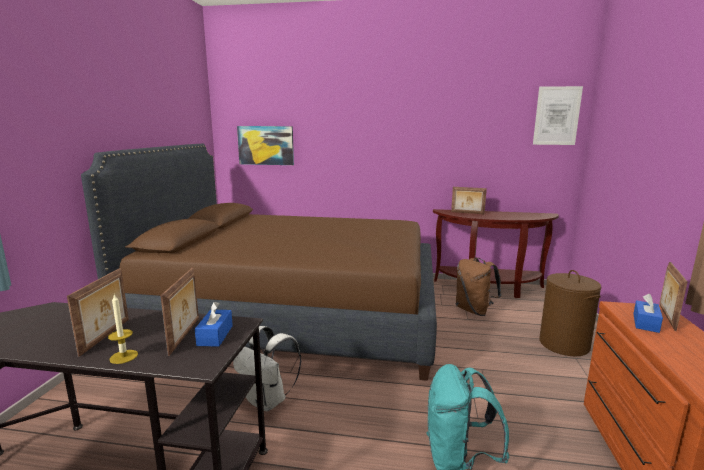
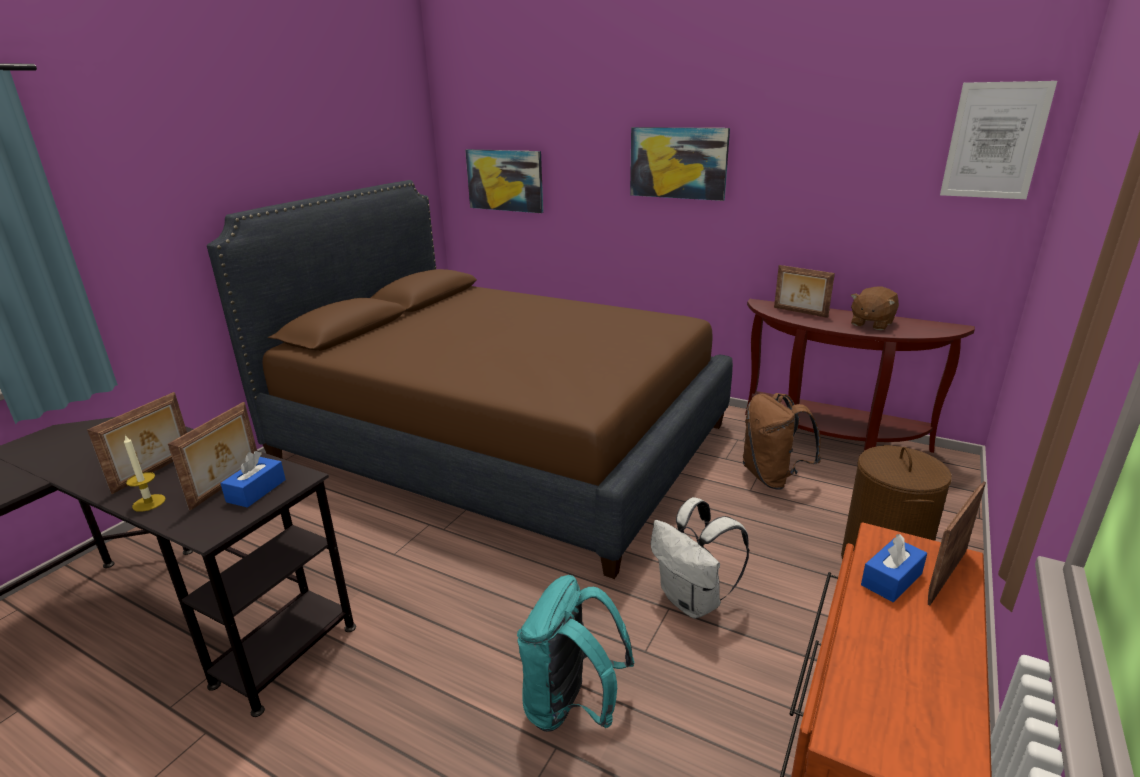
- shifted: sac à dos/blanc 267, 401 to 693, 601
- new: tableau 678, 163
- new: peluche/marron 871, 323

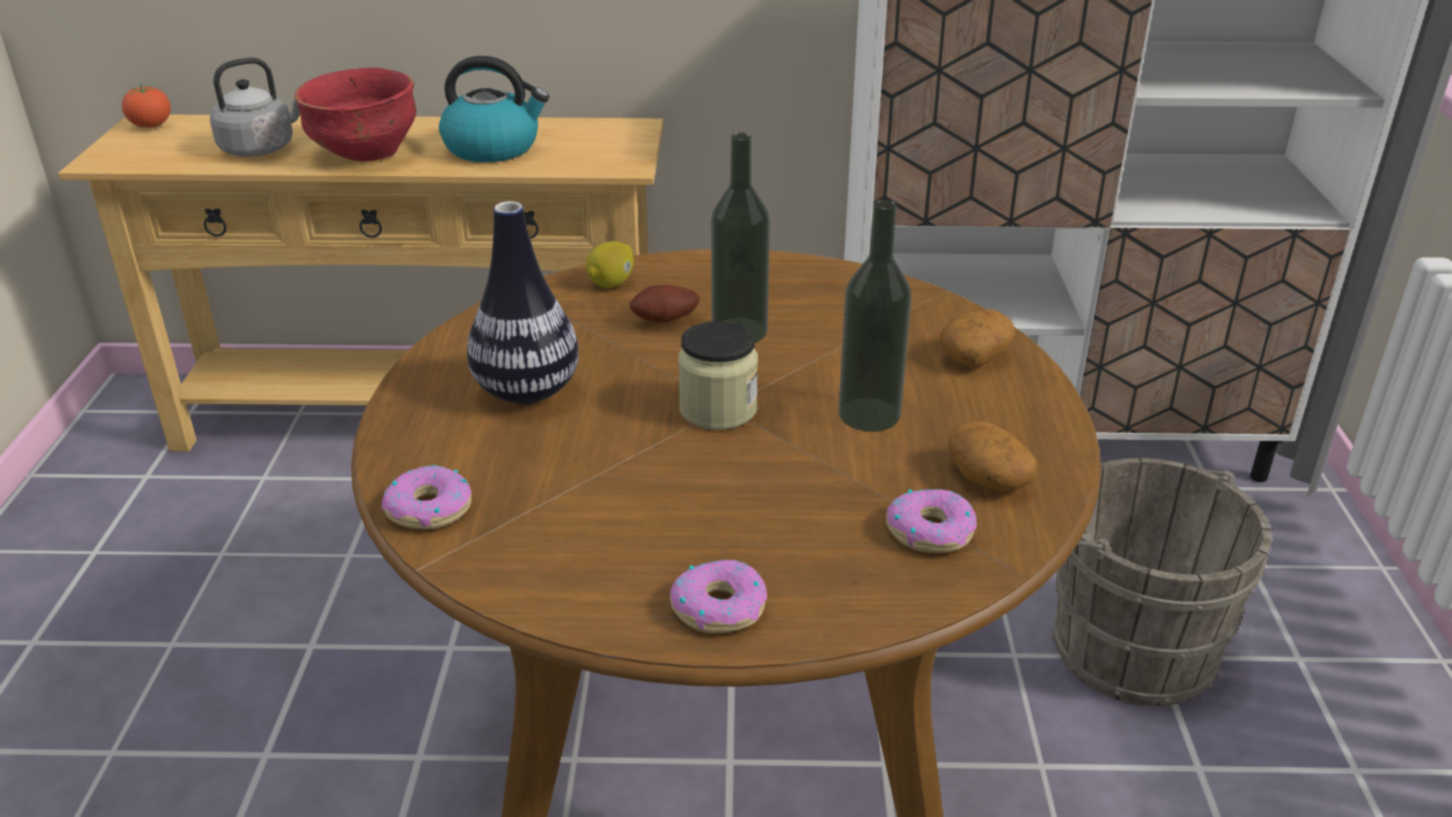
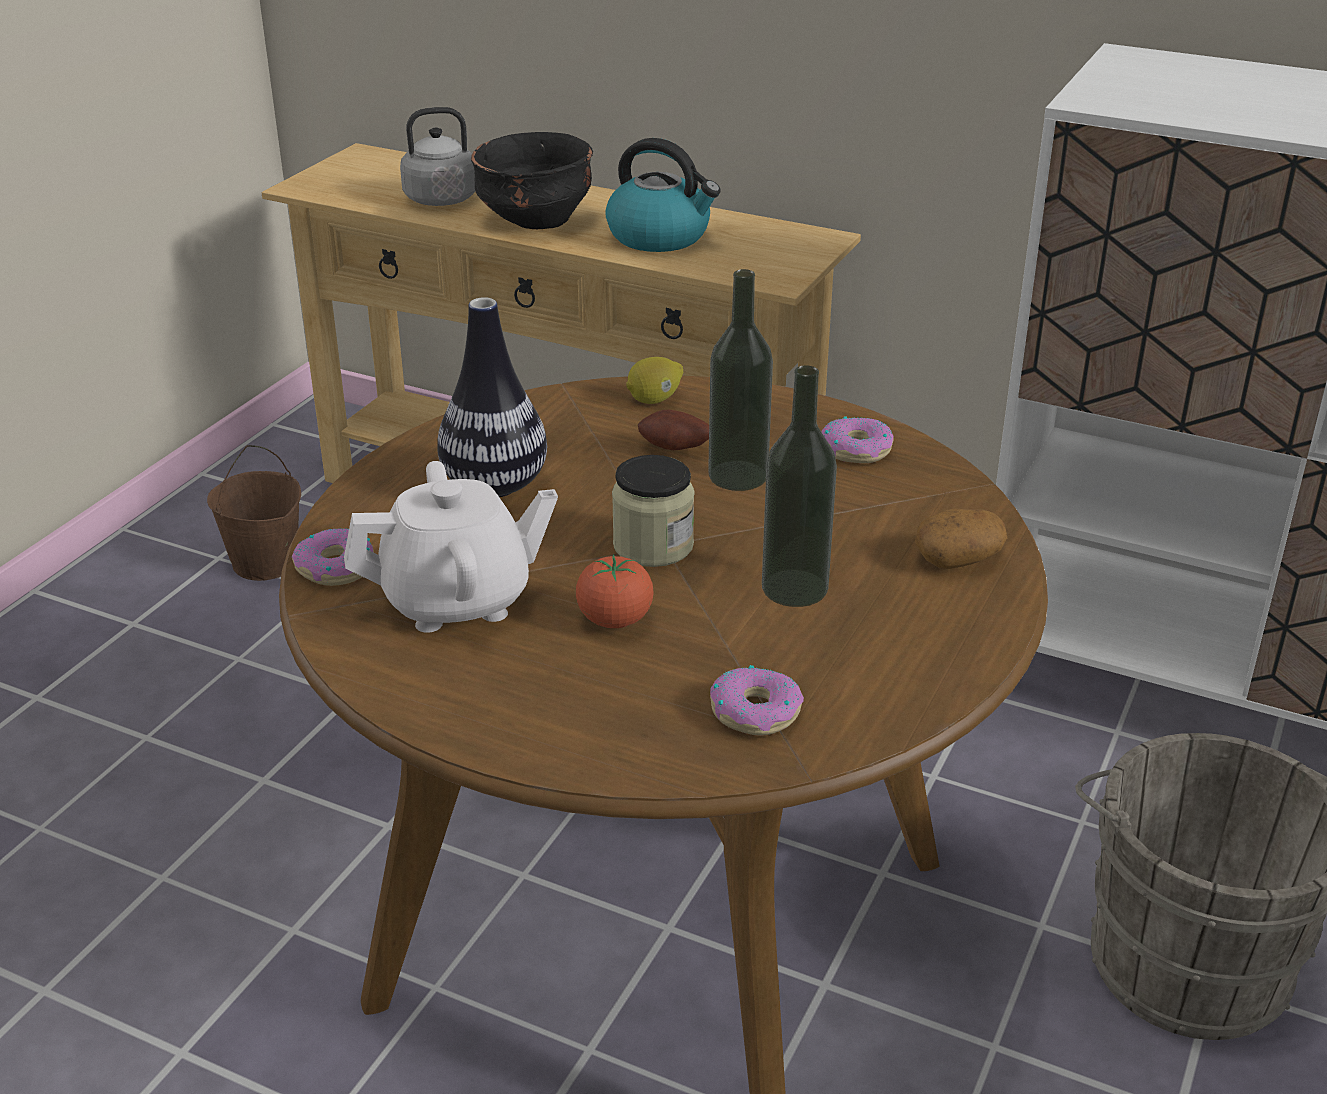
- shifted: tomate 151, 126 to 615, 621
- repainted: bol/rouge 367, 154 to bol/noir 536, 221
- shifted: beignet 719, 607 to 856, 450
- gone: pomme de terre 987, 477
- new: seau/marron 266, 563
- new: théière/blanc 458, 600

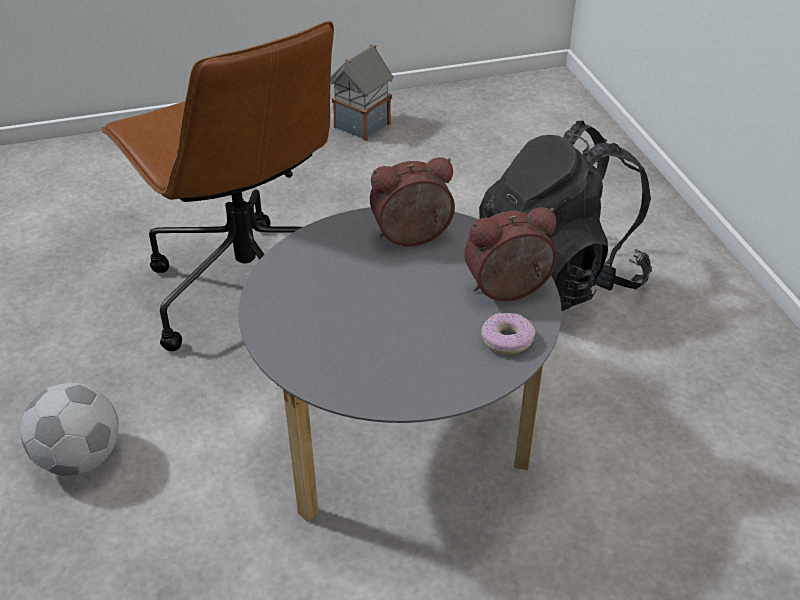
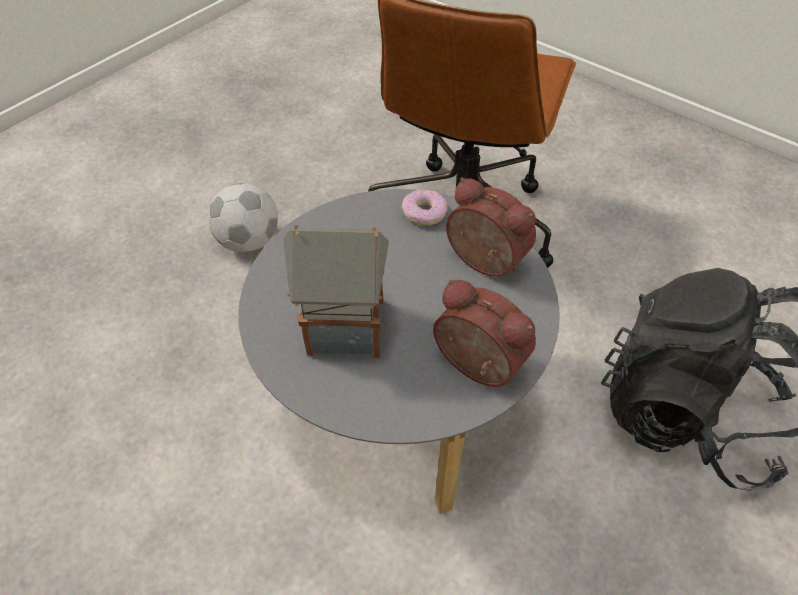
- shifted: maison miniature 361, 126 to 343, 327
- shifted: beignet 506, 339 to 424, 212

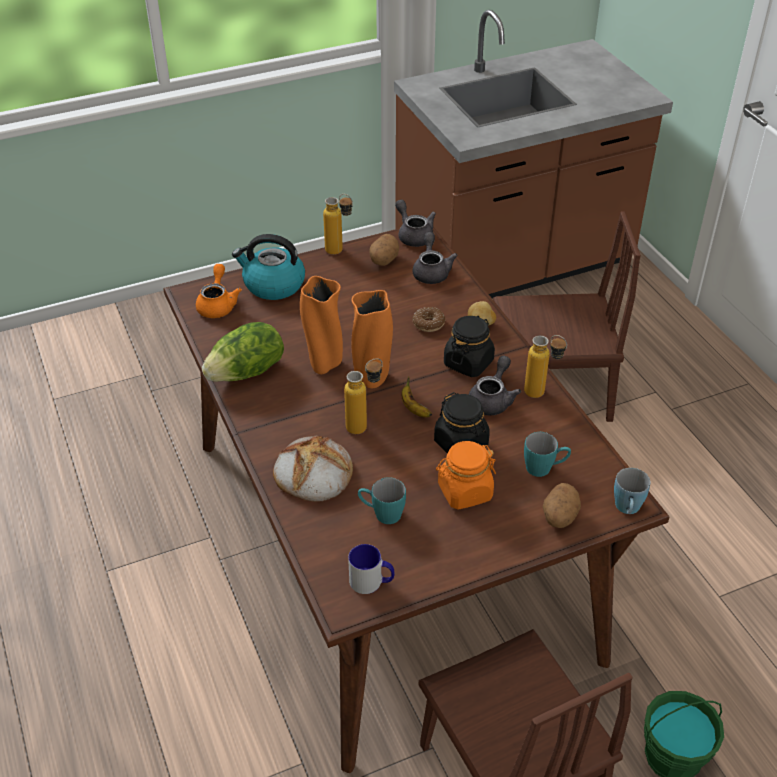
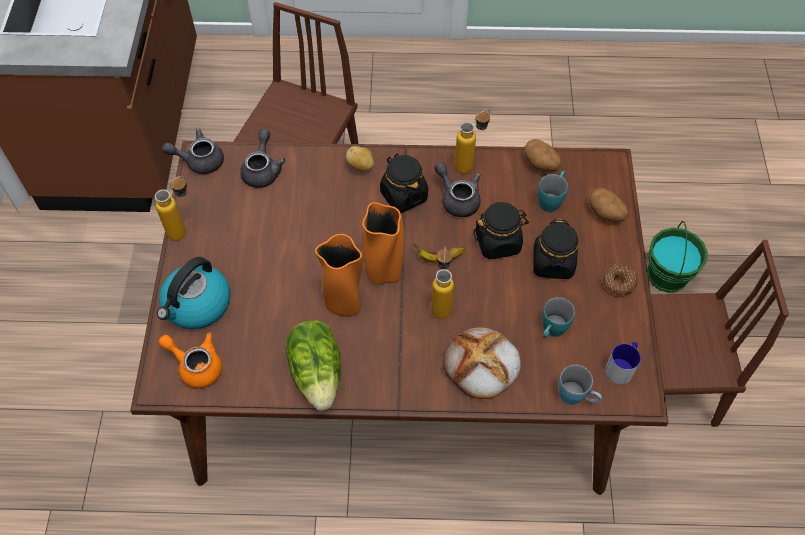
- shifted: pomme de terre 383, 261 to 541, 164
- rotated: théière/gris 431, 271 = 263, 170 75 degrees clockwise
- shifted: beignet 428, 324 to 618, 283
- repainted: bocal/orange 464, 492 to bocal/noir 553, 263
- shifted: mug/bleu 627, 509 to 576, 397

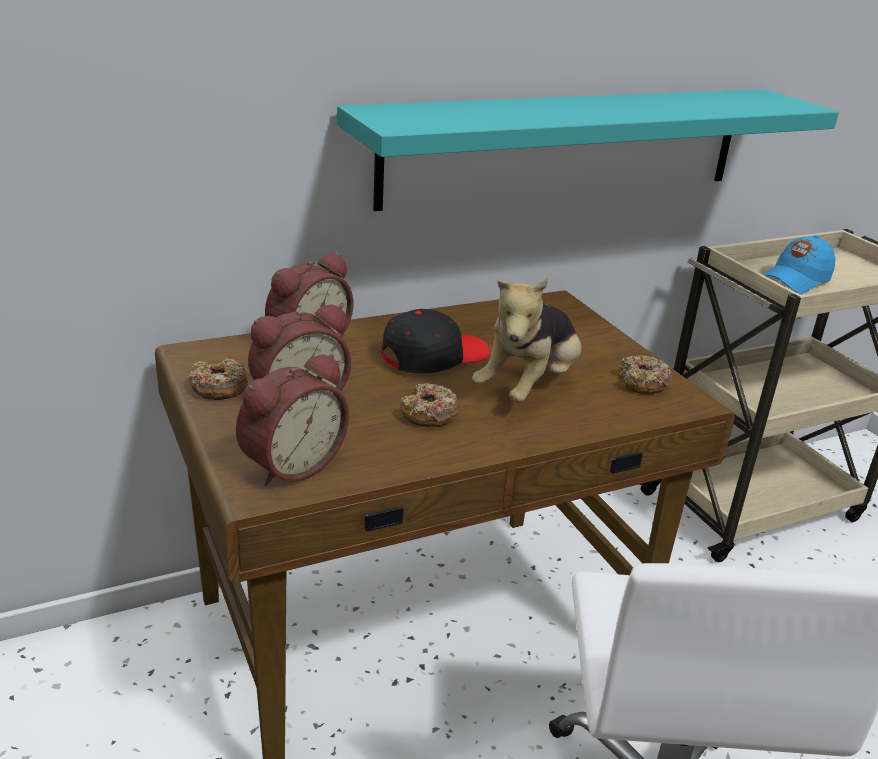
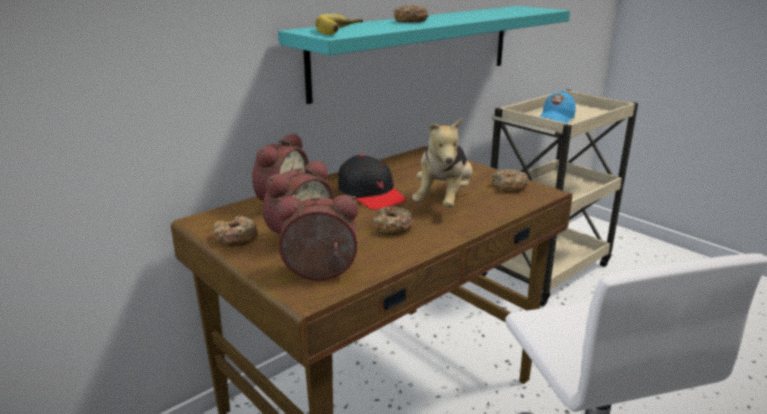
- rotated: réveil 290, 464 = 320, 274 120 degrees counterclockwise
- rotated: casquette/noir 434, 356 = 371, 194 105 degrees clockwise
- new: banane 341, 31
- new: beignet 410, 21

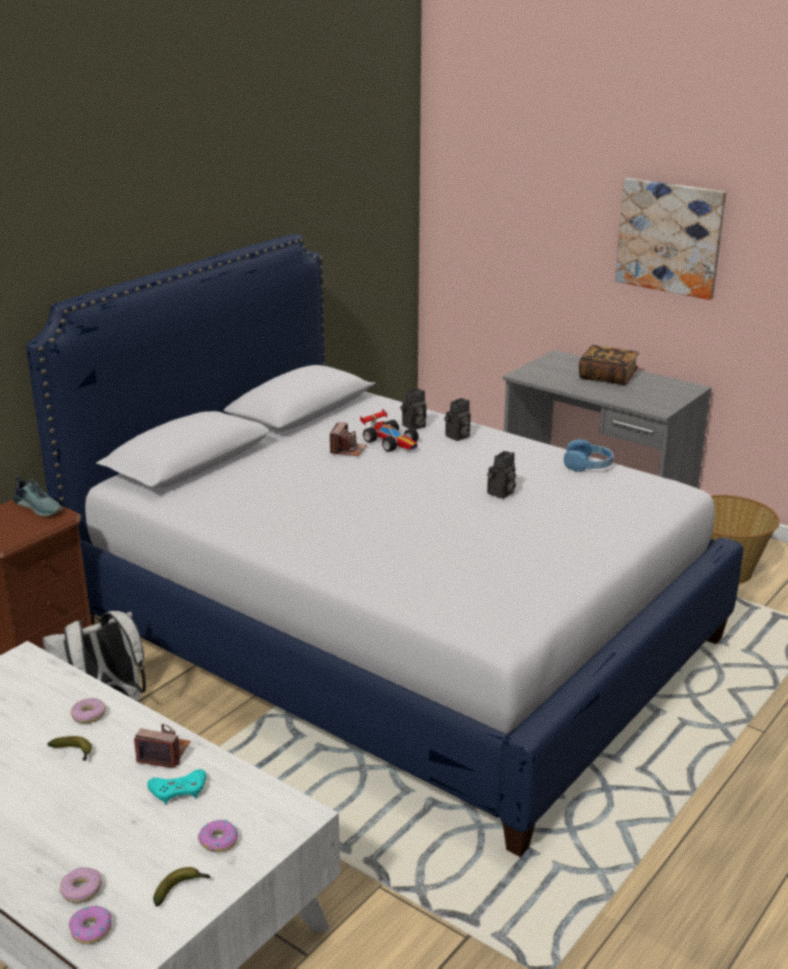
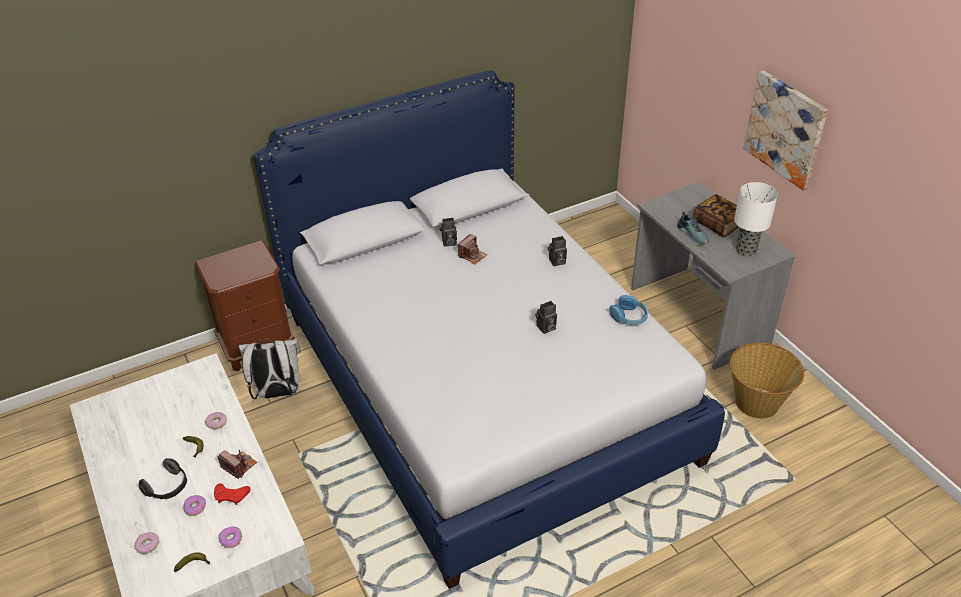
- shifted: chaussure 39, 507 to 693, 234
- shifted: beignet 91, 930 to 195, 507
- repainted: manette/turquoise 178, 790 to manette/rouge 231, 495
- gone: petite voiture 392, 441
- shifted: appareil photo 413, 426 to 448, 242
- new: casque audio 168, 487
- new: lampe de table 745, 250

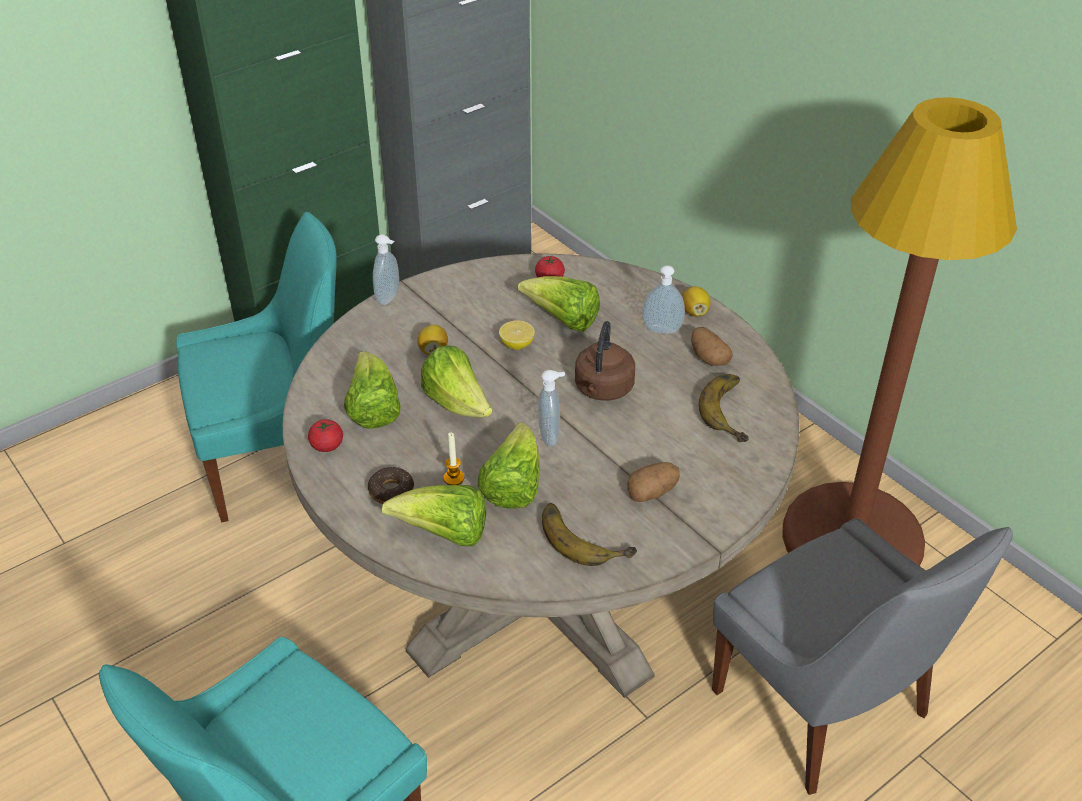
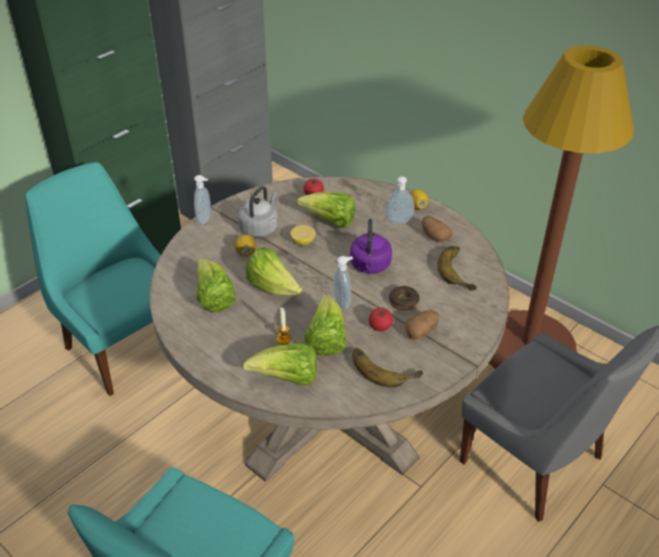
- rotated: chaise/turquoise 280, 461 = 125, 345 105 degrees counterclockwise
- shifted: tomate 327, 446 to 380, 326
- shifted: beignet 391, 491 to 403, 301
- repainted: bouilloire/marron 603, 390 to bouilloire/violet 370, 266
- new: bouilloire/gris 260, 228

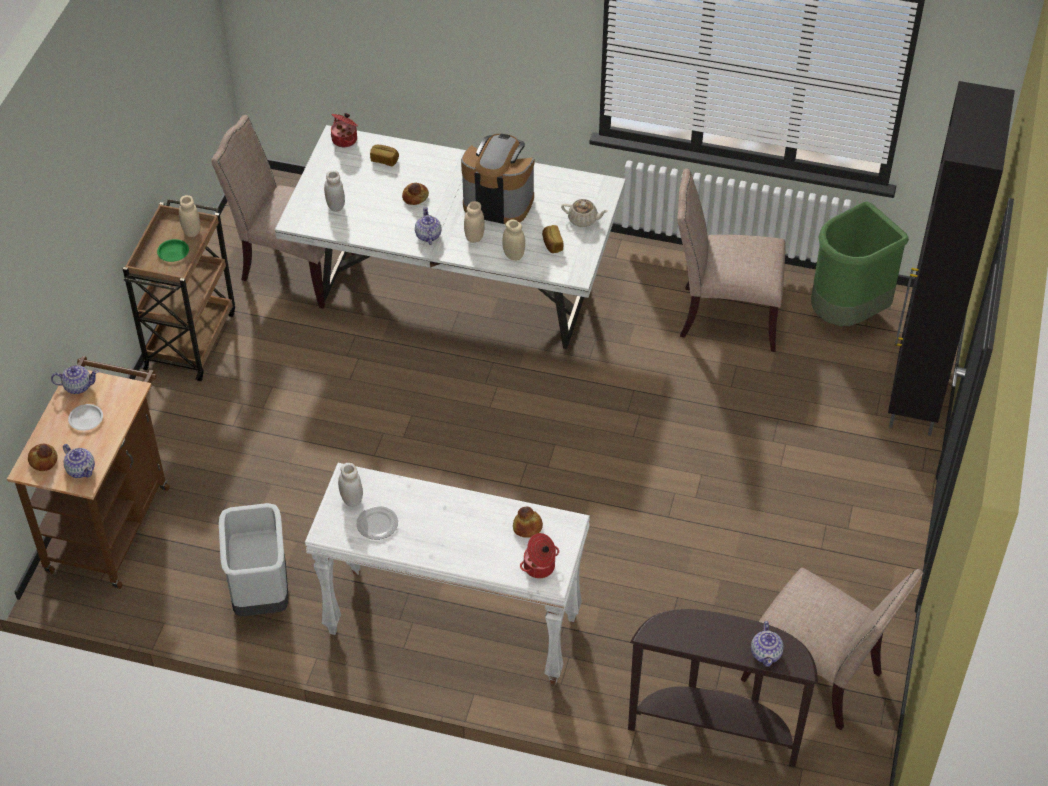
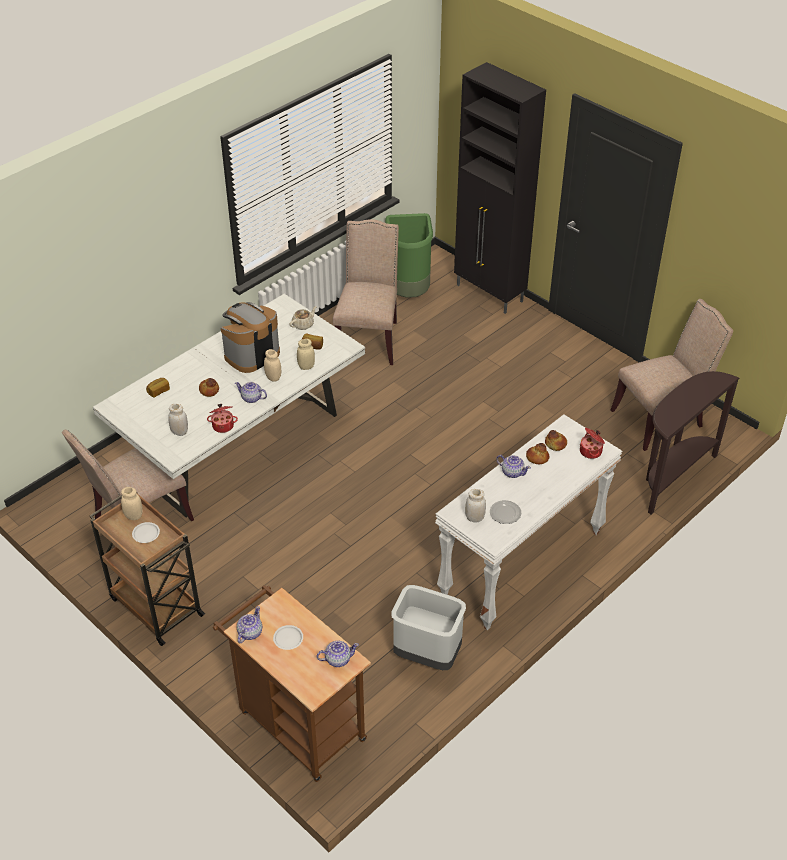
- shifted: pain 44, 460 to 537, 458
- repainted: assiette/vert 173, 252 to assiette/blanc 146, 534
- shifted: marmite 345, 139 to 223, 425
- rotated: chaise/beige 724, 316 = 368, 338 150 degrees clockwise
- shifted: théière 766, 653 to 512, 472

